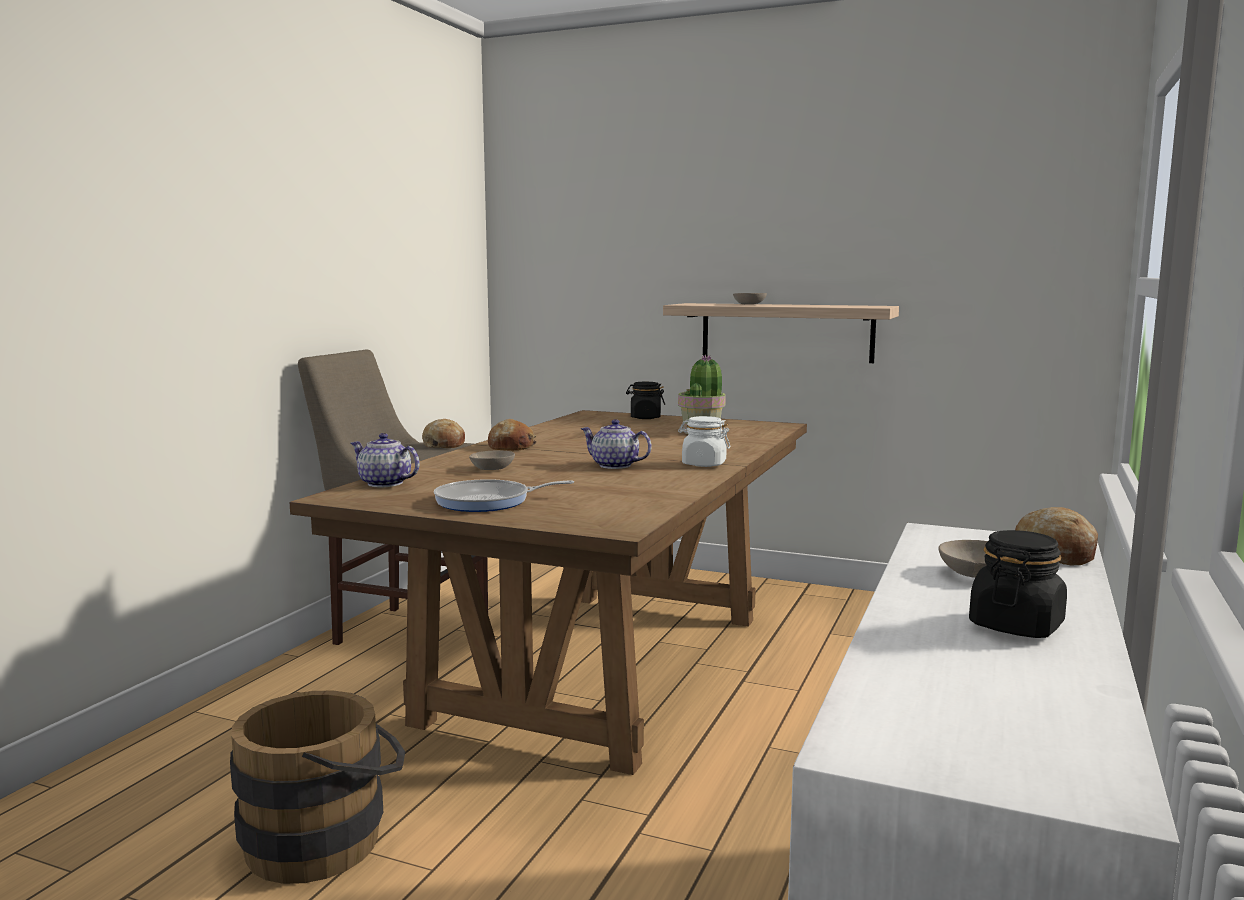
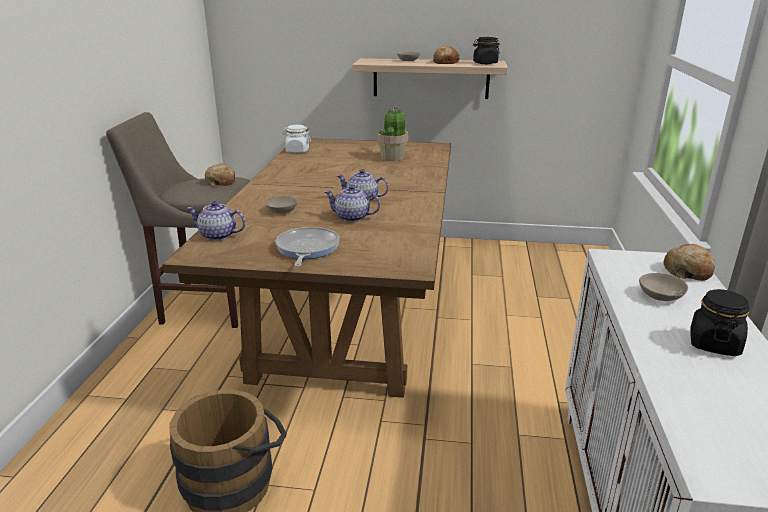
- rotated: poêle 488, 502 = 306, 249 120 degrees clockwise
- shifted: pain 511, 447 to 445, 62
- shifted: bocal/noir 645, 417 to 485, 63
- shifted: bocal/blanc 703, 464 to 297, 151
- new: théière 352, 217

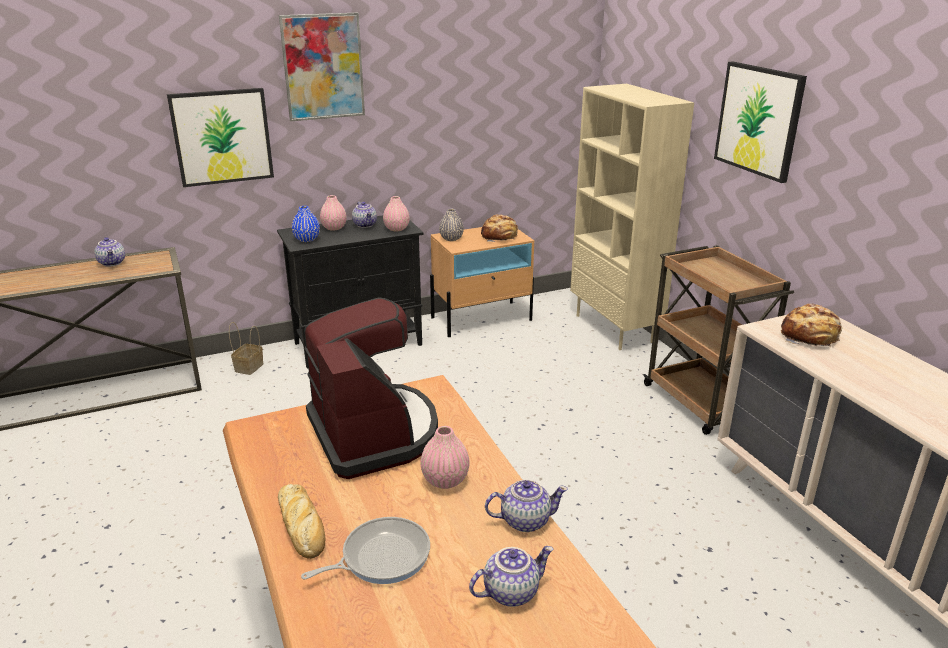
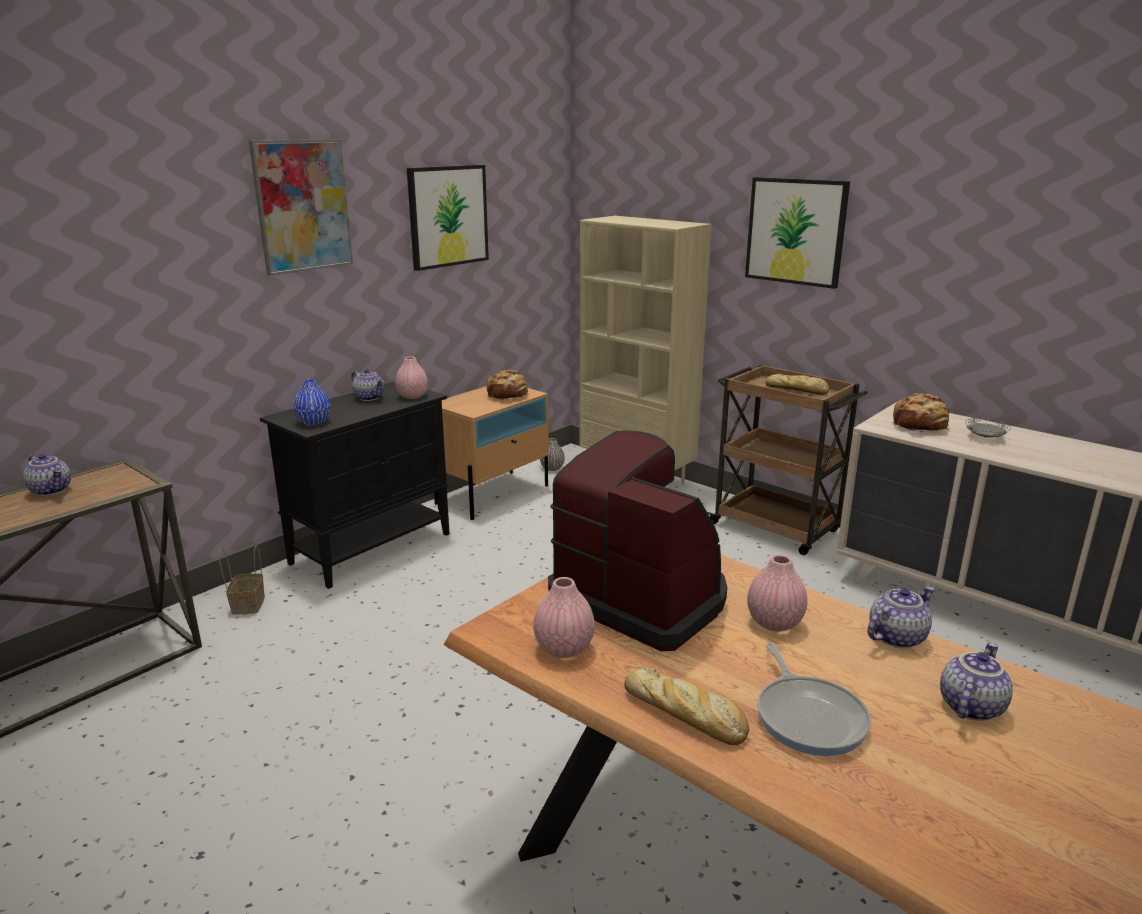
- shifted: tableau 222, 137 to 448, 216
- rotated: poêle 381, 557 = 809, 717 135 degrees clockwise
- shifted: vase/rose 334, 228 to 564, 648
- shifted: vase/gris 451, 239 to 552, 468
- new: pain 797, 390
- new: assiette/gris 984, 438

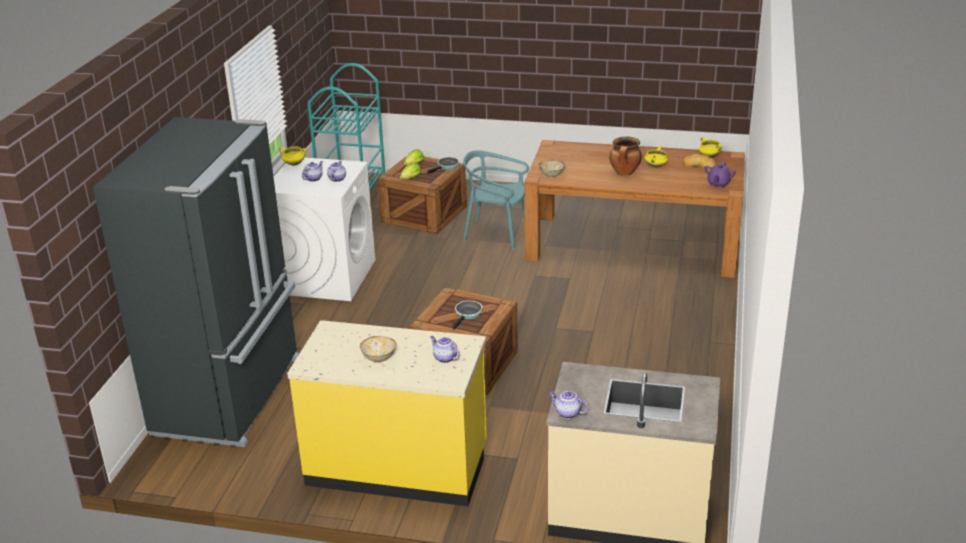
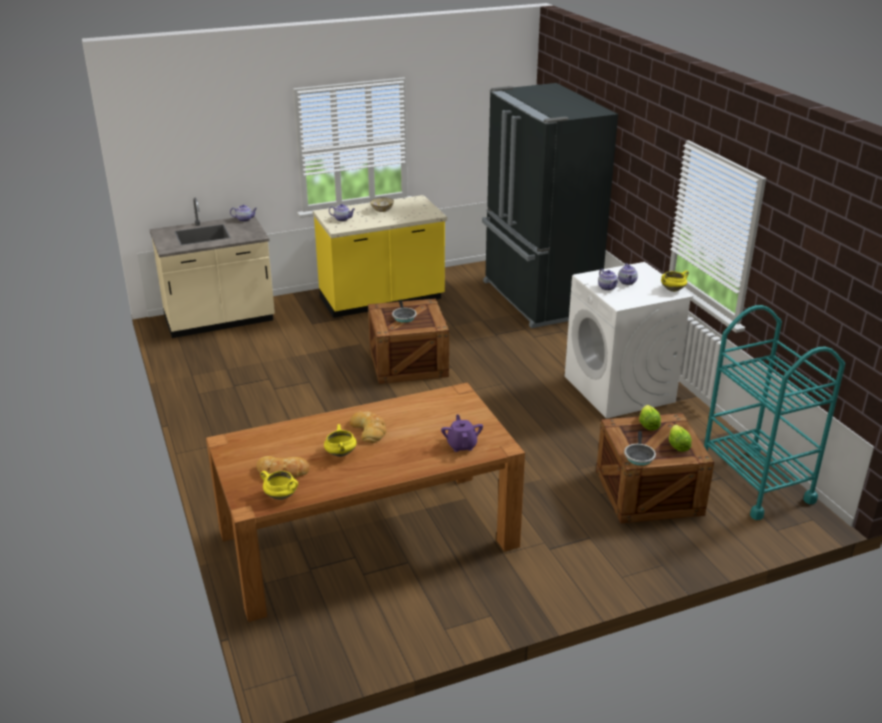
- gone: chaise/turquoise 496, 234
- gone: bol 552, 174
- swapped: marmite 625, 173 to pain 369, 429
- shifted: théière/violet 718, 184 to 462, 445

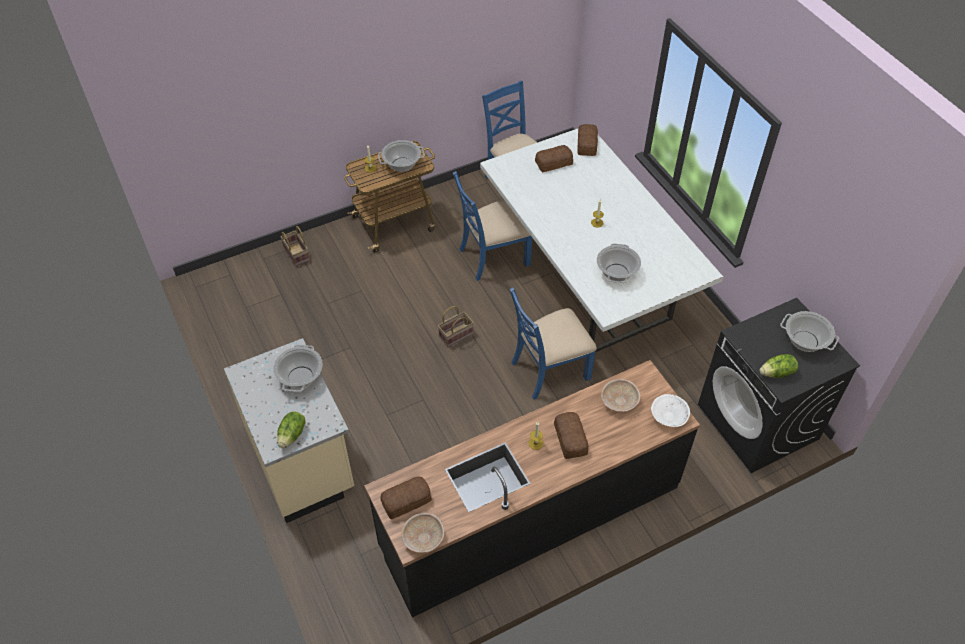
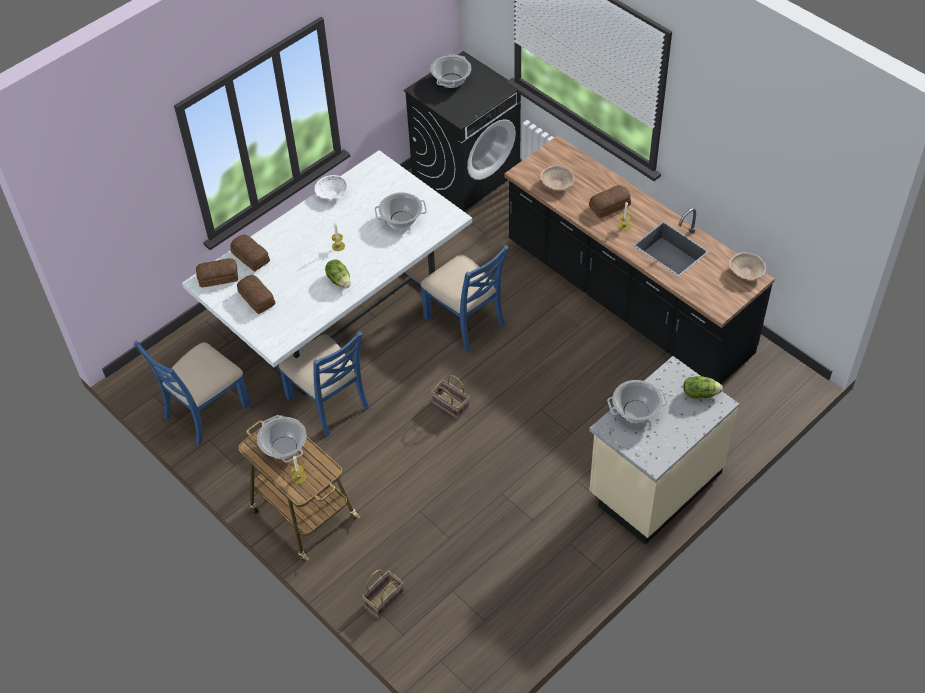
- shifted: pain 407, 501 to 250, 256
- shifted: bol/blanc 668, 415 to 331, 193
- shifted: laitue 777, 373 to 339, 280

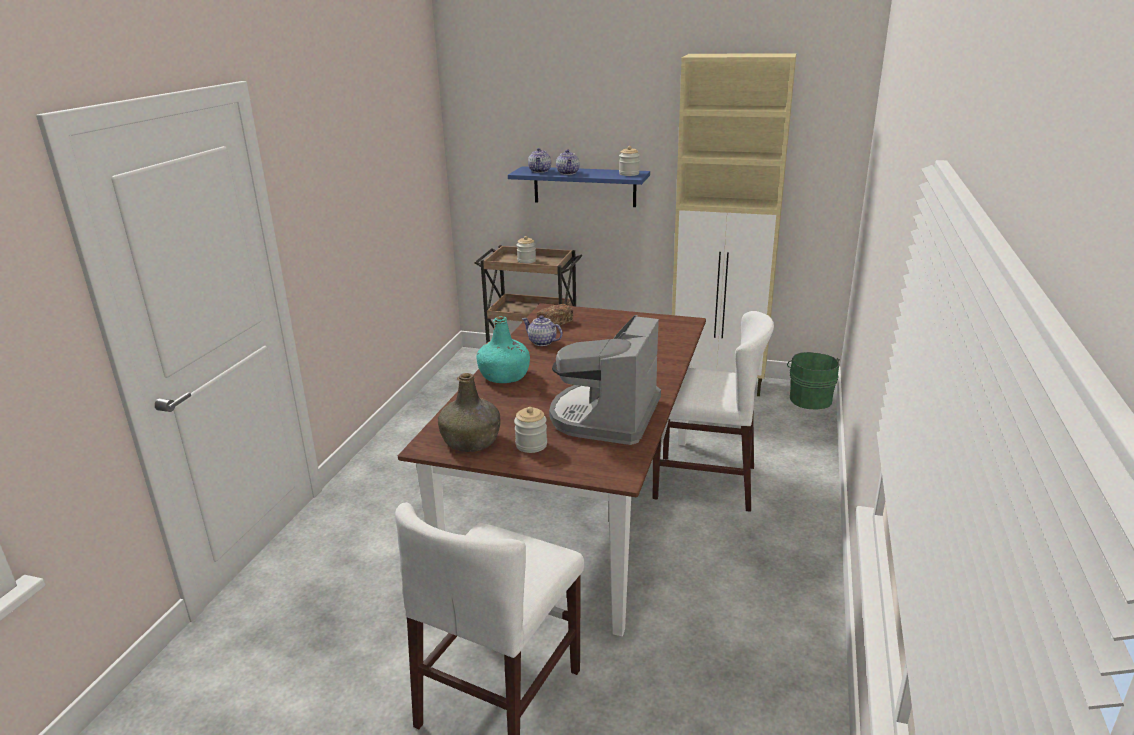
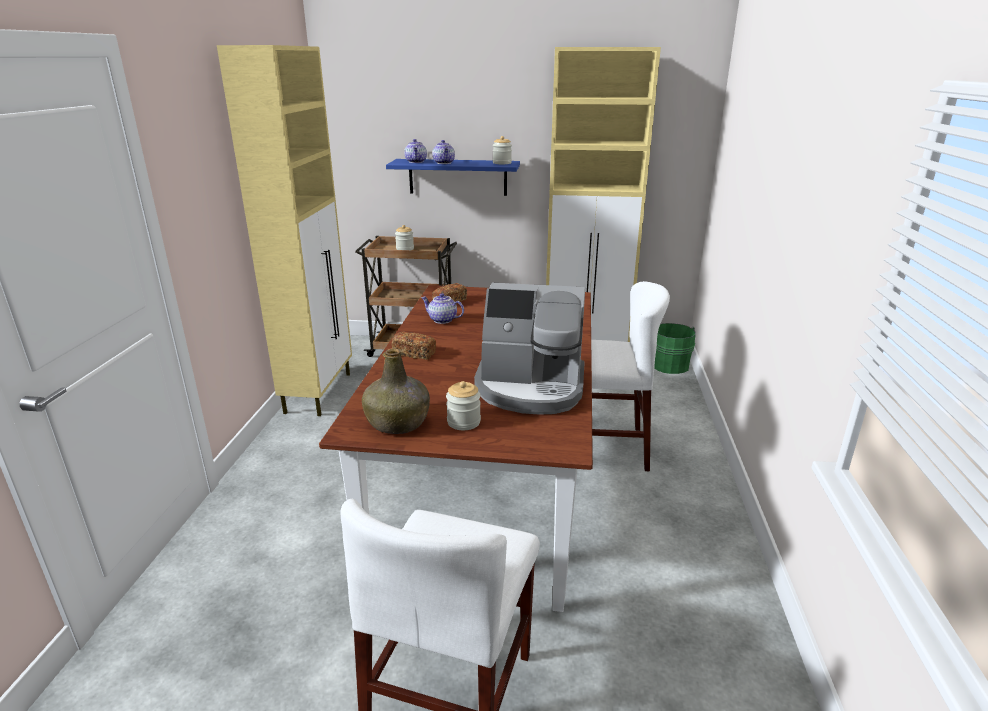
- swapped: bouteille/turquoise 504, 376 to pain 414, 353
- rotated: machine à café 605, 416 = 530, 388 90 degrees counterclockwise
- new: meuble de rangement/beige 319, 392

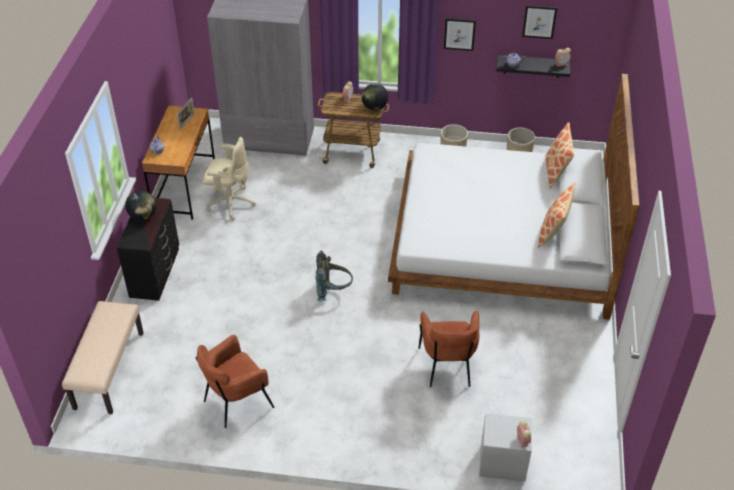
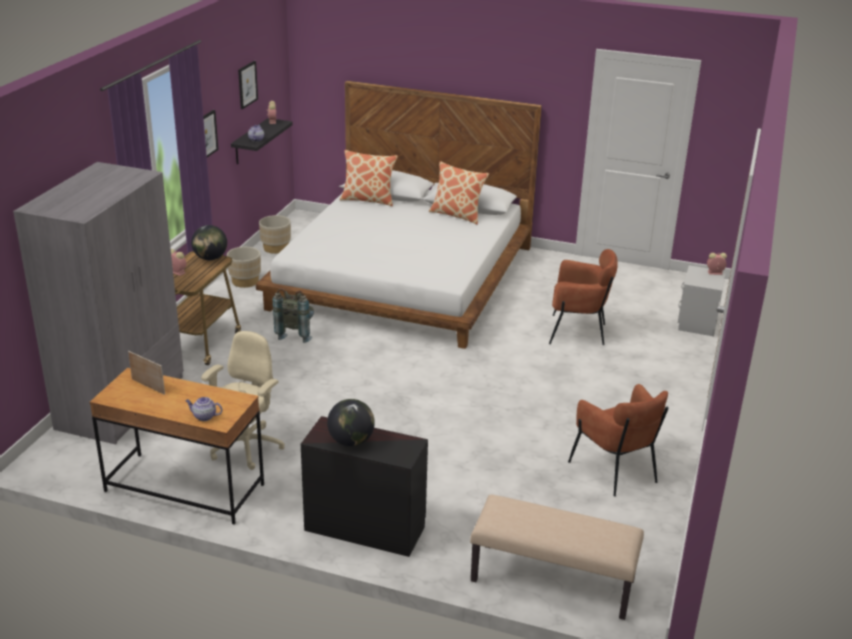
- shifted: sac à dos/gris 333, 291 to 296, 333

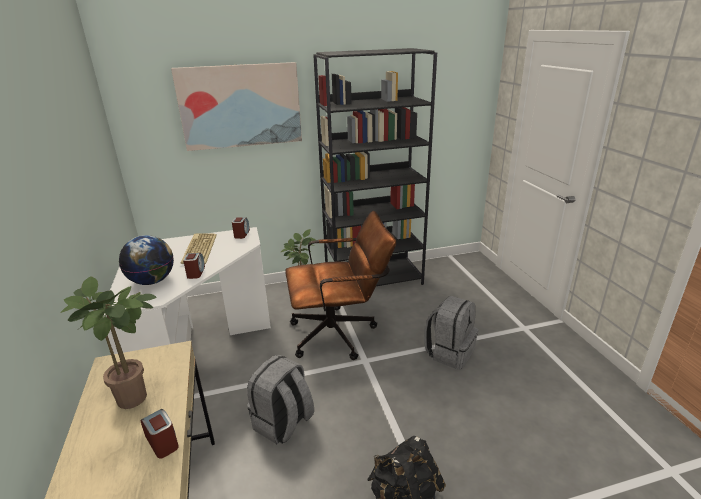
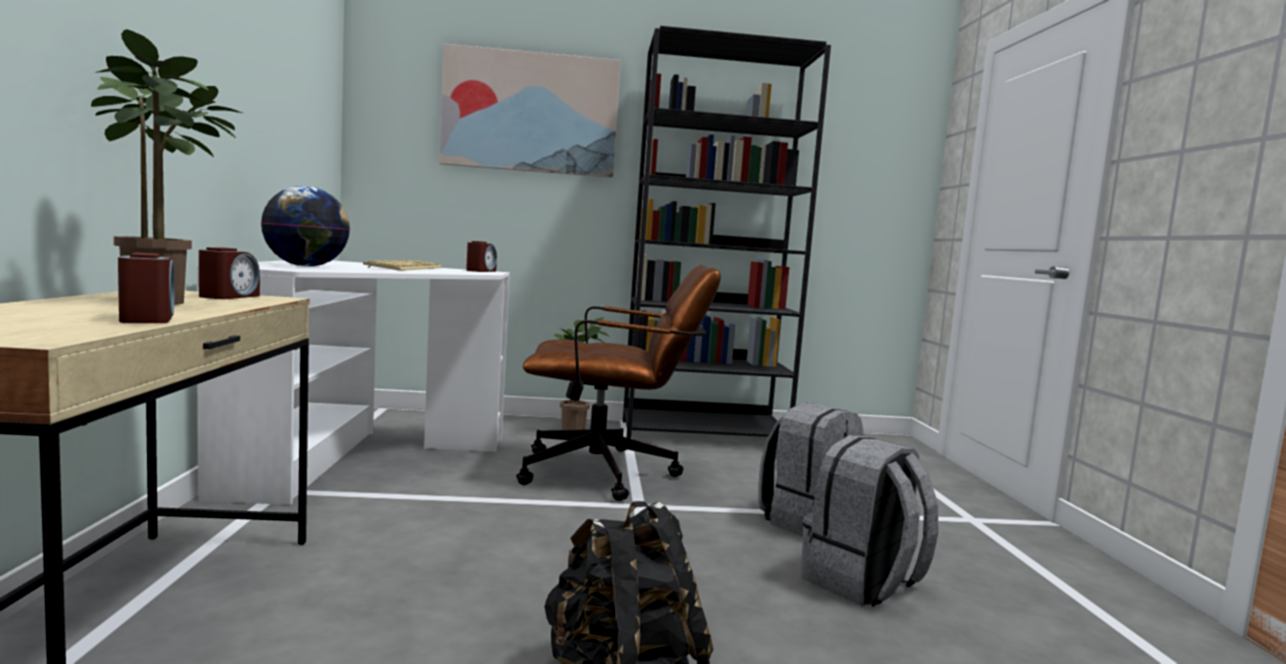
- shifted: réveil 196, 272 to 229, 296
- shifted: sac à dos/gris 283, 423 to 862, 583

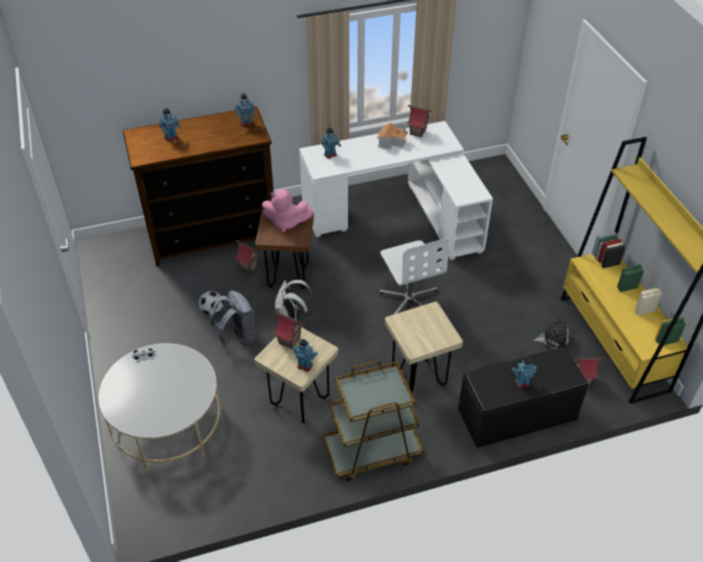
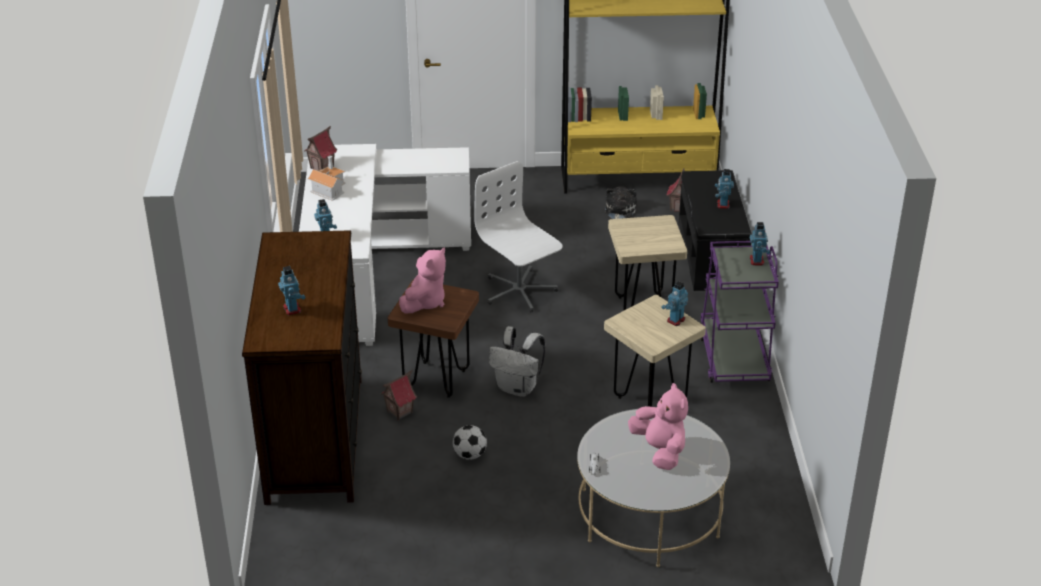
- gone: sac à dos/gris 237, 337
- shifted: robot jouet 246, 123 to 757, 261
- gone: maison miniature 289, 341
- repainted: chariot/marron 372, 451 to chariot/violet 733, 358
- rotated: chaise de bureau/blanc 409, 298 = 519, 291 120 degrees counterclockwise
- new: peluche/rose 660, 450

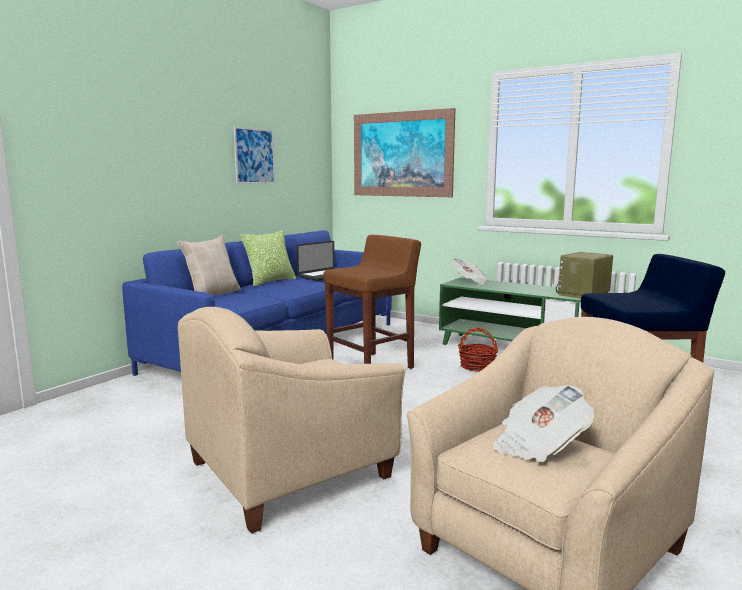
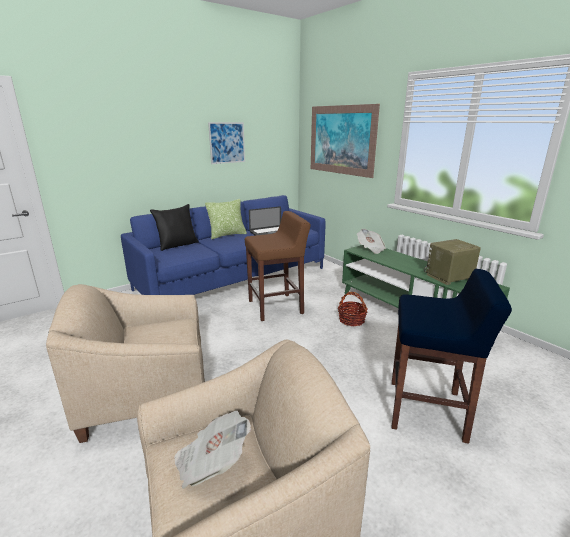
- repainted: coussin/beige 212, 294 to coussin/noir 177, 245

